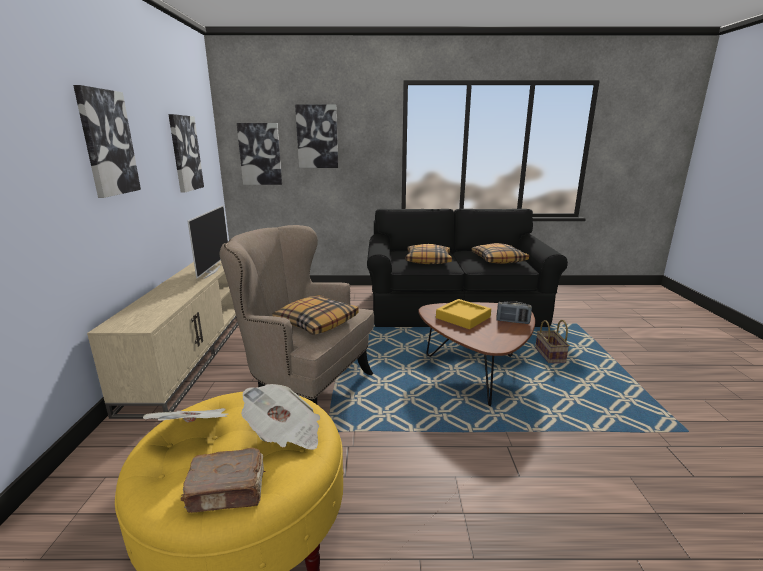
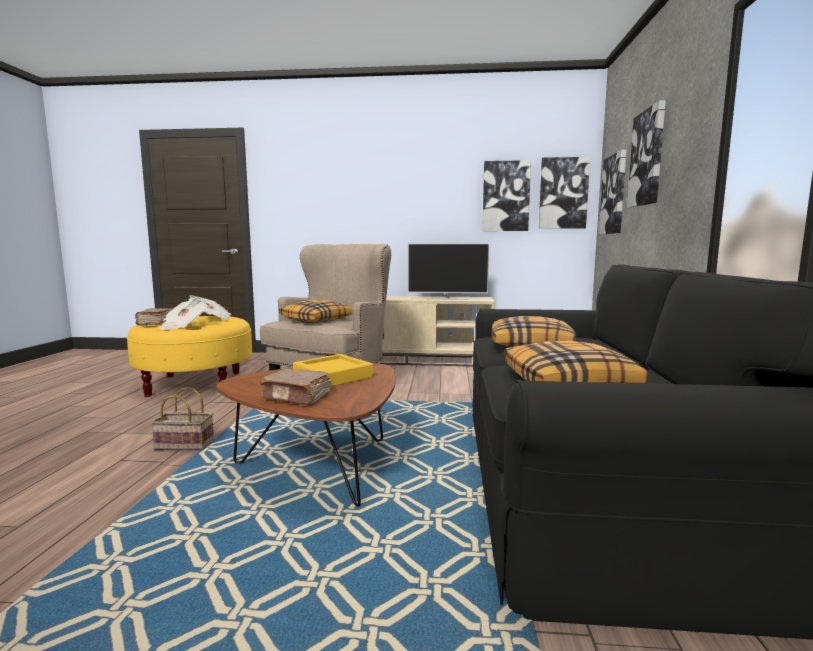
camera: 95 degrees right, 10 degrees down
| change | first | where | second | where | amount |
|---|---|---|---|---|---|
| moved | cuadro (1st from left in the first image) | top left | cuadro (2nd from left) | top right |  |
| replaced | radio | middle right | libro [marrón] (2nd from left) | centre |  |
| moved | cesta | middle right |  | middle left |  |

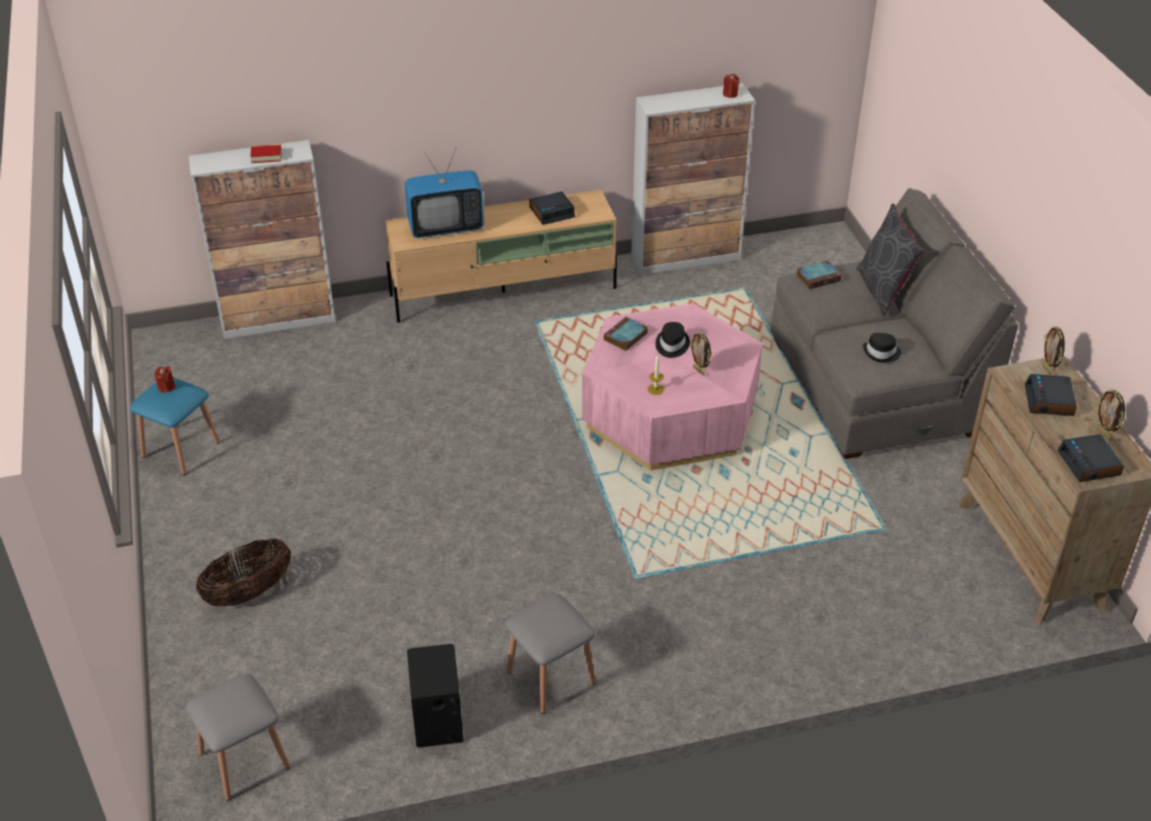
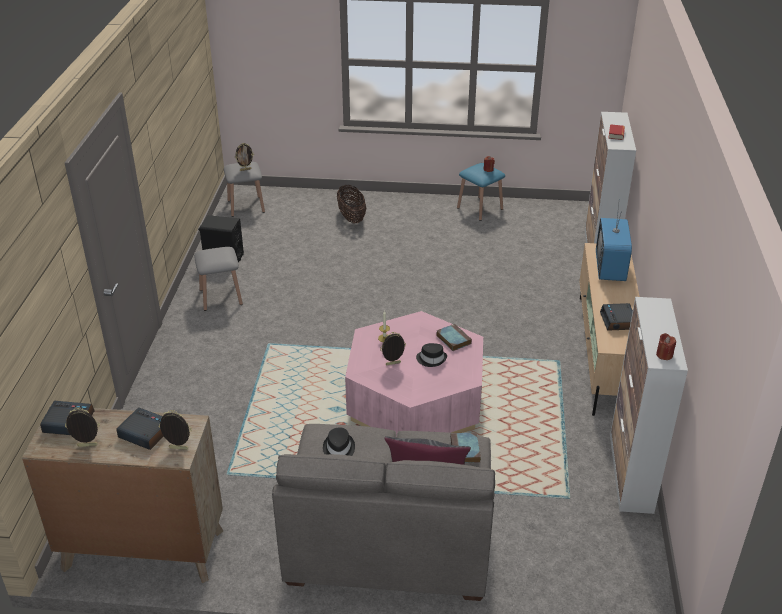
camera: 110 degrees right, 5 degrees down
| change | first | where | second | where | amount |
|---|---|---|---|---|---|
| added |  |  | portarretratos (3rd from left) | top left |  |

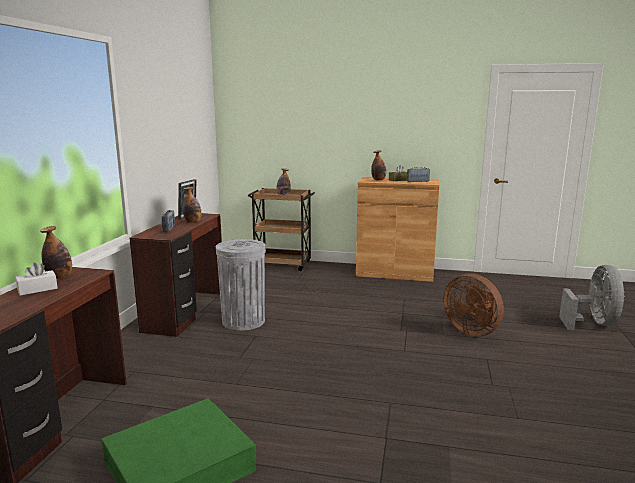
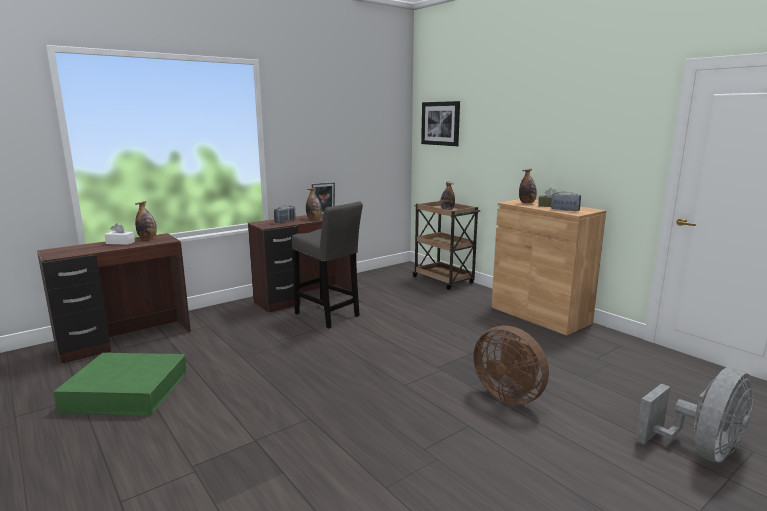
camera: 40 degrees right, 0 degrees up
| change | first | where | second | where | amount |
|---|---|---|---|---|---|
| replaced | papelera [gris] | centre | taburete [gris] | centre |  |
| turned | ventilador [marrón] | middle right |  | bottom centre | 45 degrees counterclockwise |
| added |  |  | cuadro | top centre |  |

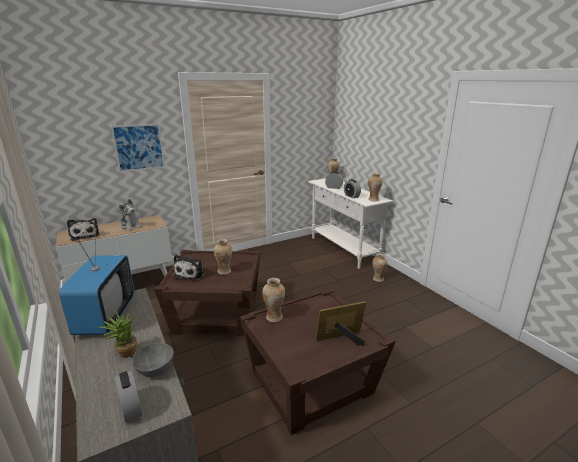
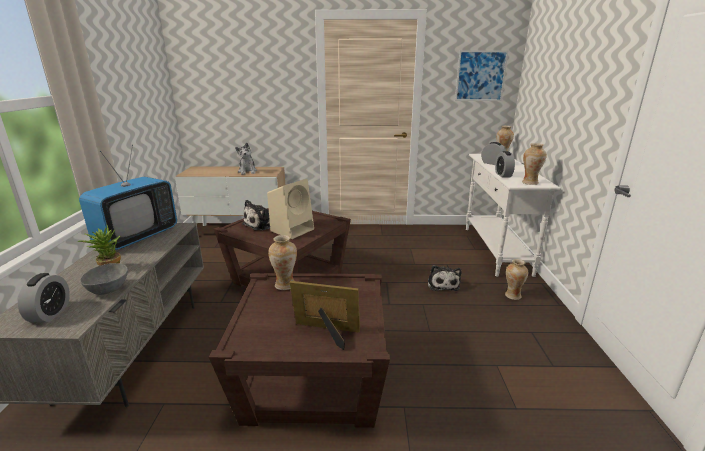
camera: 30 degrees right, 0 degrees up
| change | first | where | second | where | amount |
|---|---|---|---|---|---|
| moved | peluche (1st from left in the first image) | middle left | peluche (3rd from left) | centre |  |
| moved | cuadro | top left |  | top right |  |
| replaced | florero (1st from left) | centre | altavoz [beis] | centre |  |

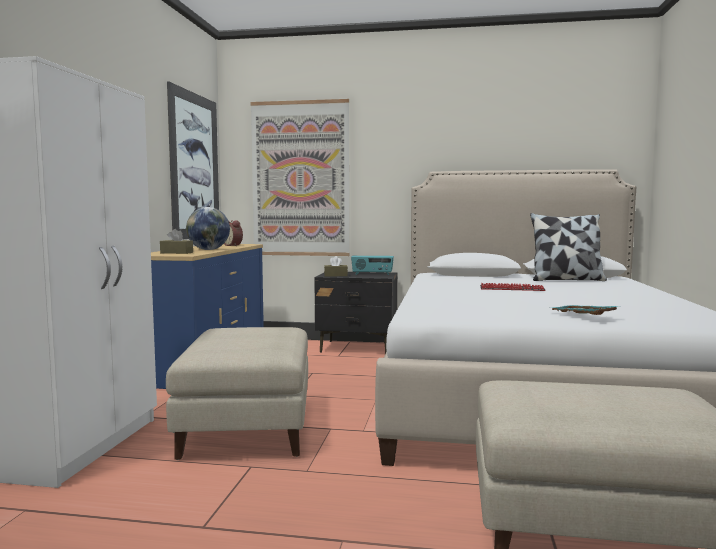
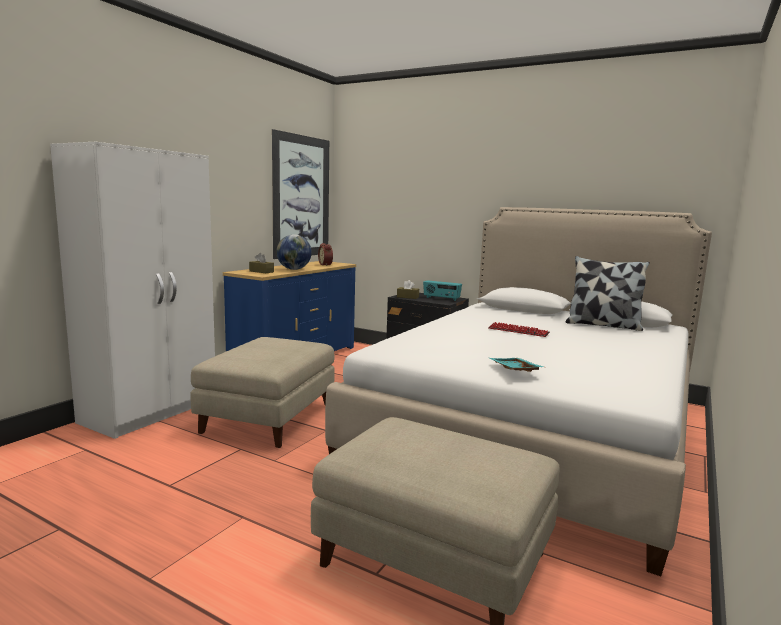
camera: 20 degrees right, 5 degrees up
| change | first | where | second | where | amount |
|---|---|---|---|---|---|
| removed | cuadro (2nd from left) | top centre |  |  |  |

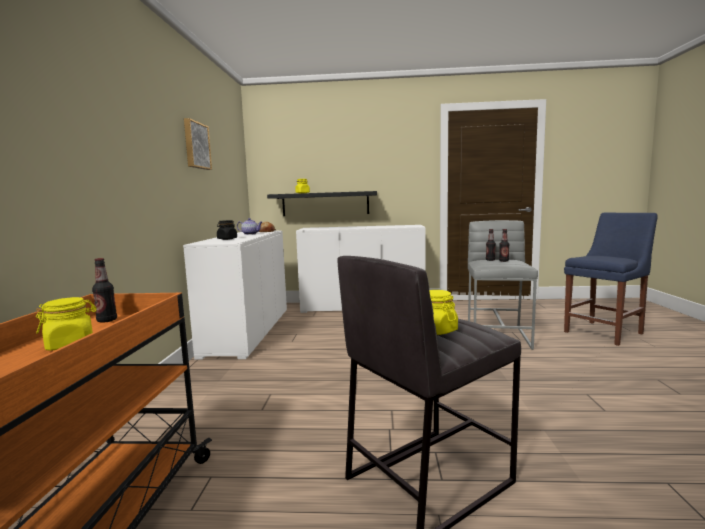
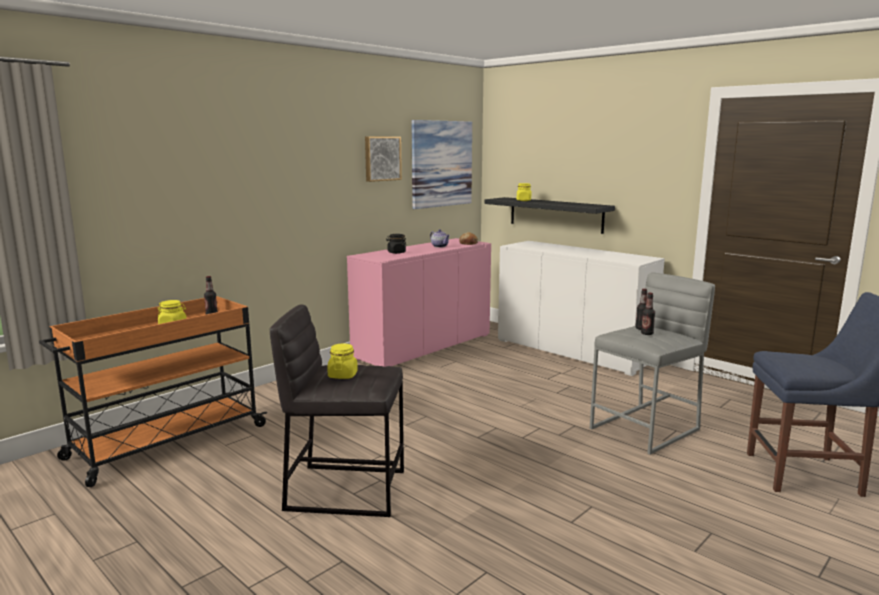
camera: 40 degrees right, 5 degrees up
| change | first | where | second | where | amount |
|---|---|---|---|---|---|
| recoloured | armario [blanco] (1st from left) | centre | armario [rosa] | centre |  |
| added |  |  | cuadro (2nd from left) | top centre |  |

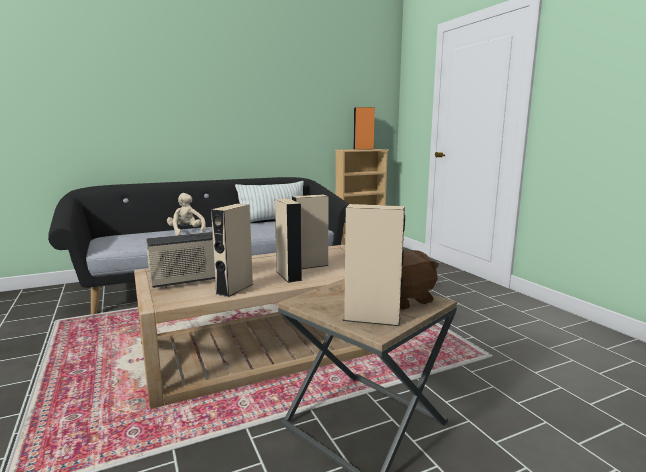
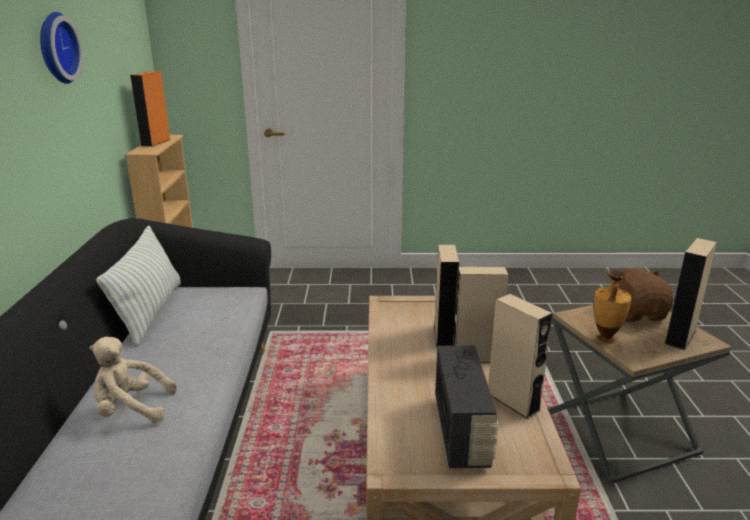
camera: 65 degrees left, 10 degrees up
| change | first | where | second | where | amount |
|---|---|---|---|---|---|
| added |  |  | reloj de pared | top left |  |
| added |  |  | florero | middle right |  |

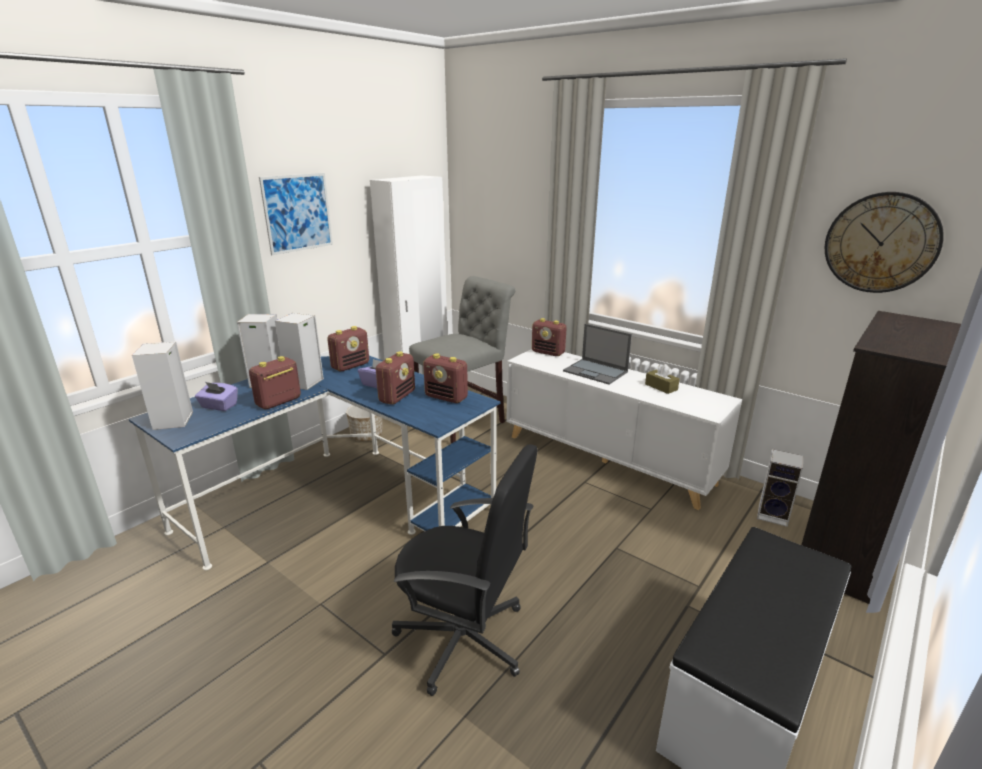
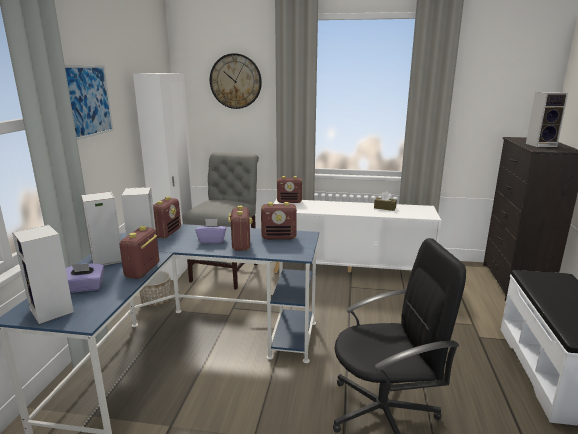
camera: 30 degrees left, 5 degrees down
| change | first | where | second | where | amount |
|---|---|---|---|---|---|
| removed | portátil | centre |  |  |  |
| moved | altavoz (4th from left) | middle right |  | top right |  |
| moved | reloj de pared | top right |  | top centre |  |

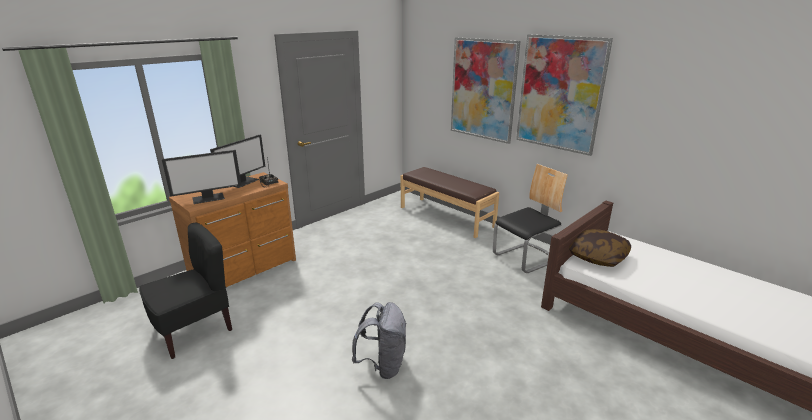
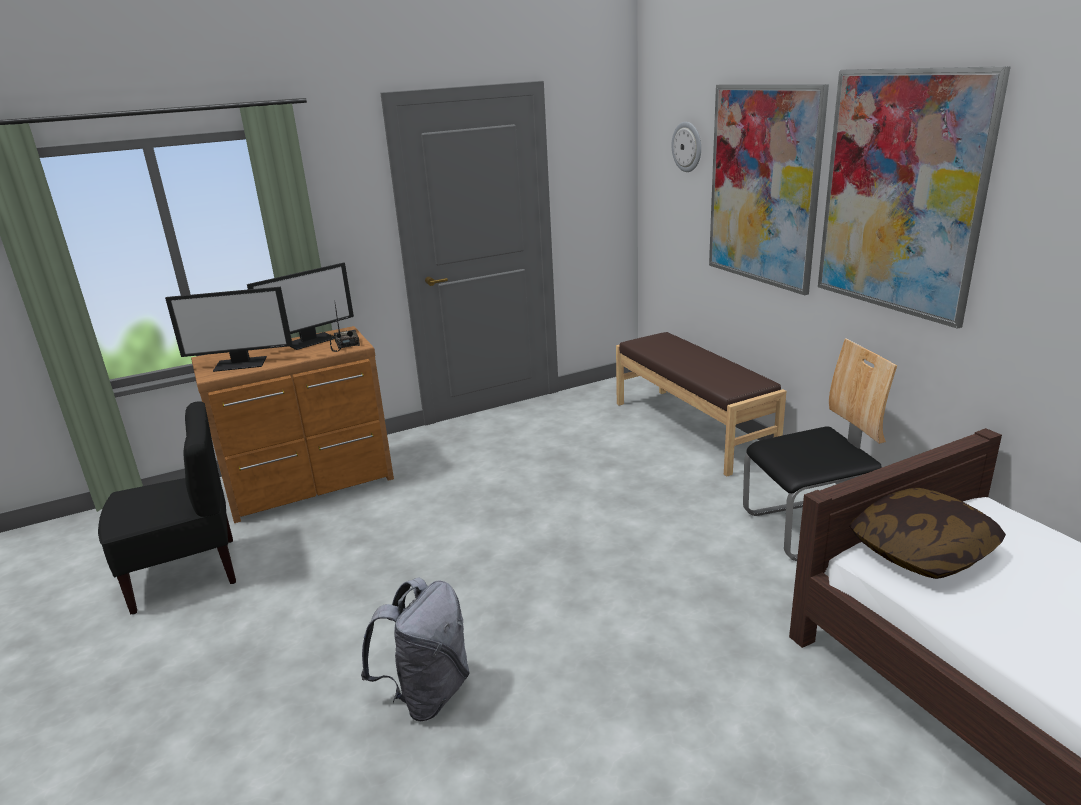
camera: 20 degrees right, 0 degrees up
| change | first | where | second | where | amount |
|---|---|---|---|---|---|
| added |  |  | reloj de pared | top centre |  |

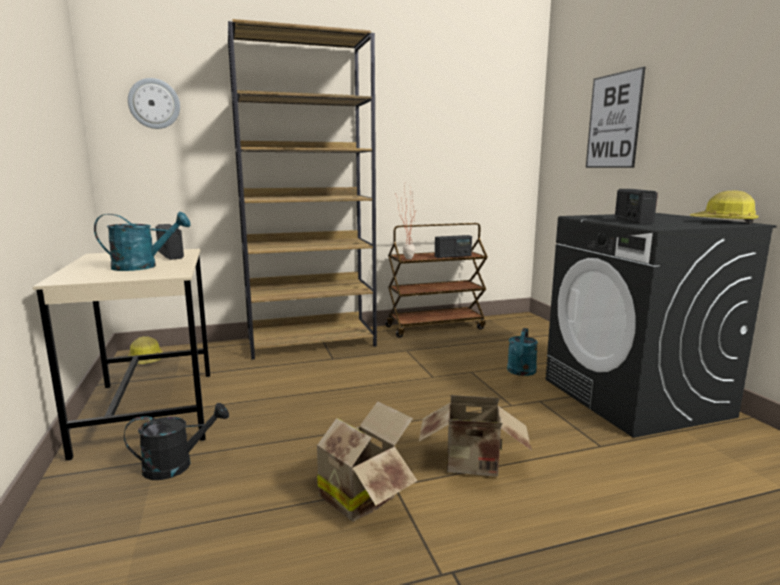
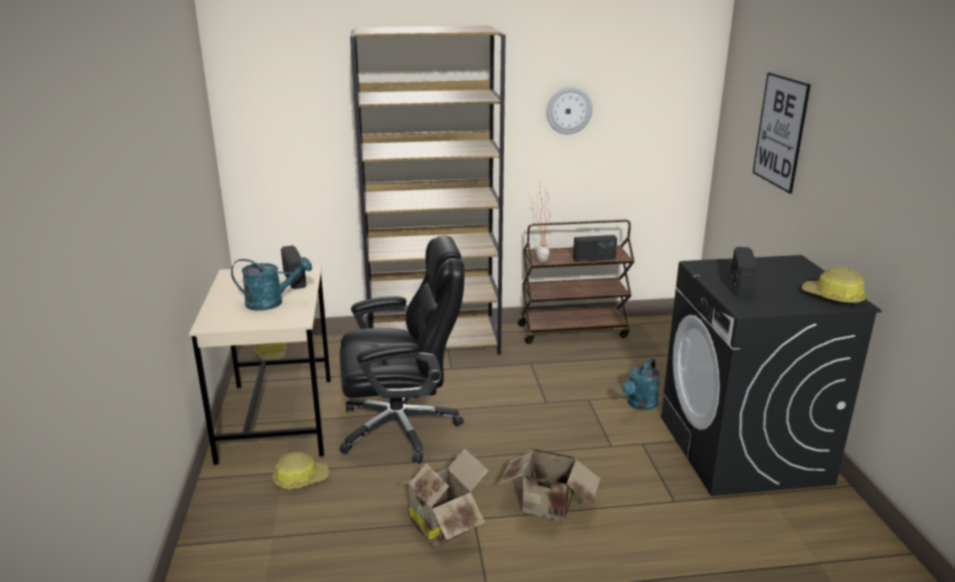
camera: 10 degrees right, 10 degrees up
| change | first | where | second | where | amount |
|---|---|---|---|---|---|
| replaced | regadera [negro] | bottom left | casco (2nd from left) | bottom left |  |
| moved | reloj de pared | top left |  | top centre |  |
| added |  |  | silla de oficina [negro] | centre |  |

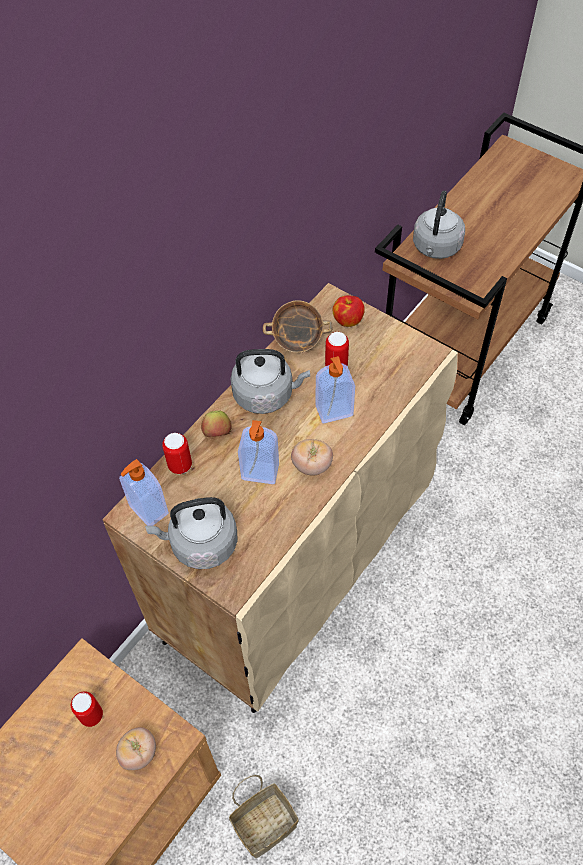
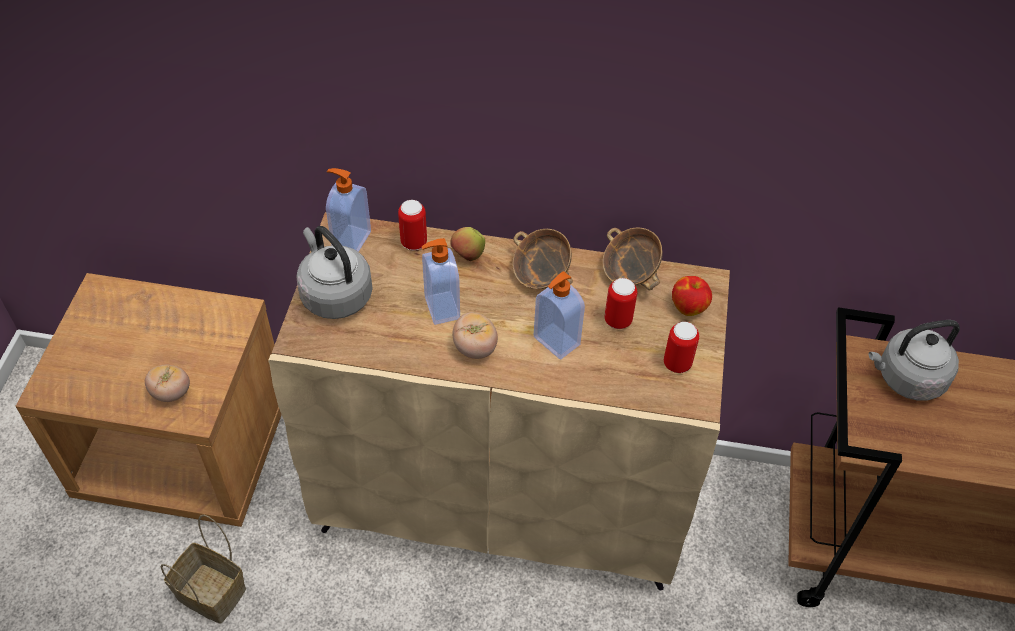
camera: 60 degrees right, 5 degrees down
| change | first | where | second | where | amount |
|---|---|---|---|---|---|
| moved | lata (1st from left in the first image) | bottom left | lata (3rd from left) | middle right |  |
| replaced | hervidor [gris] (2nd from left) | centre | cuenco (1st from left) | centre |  |

